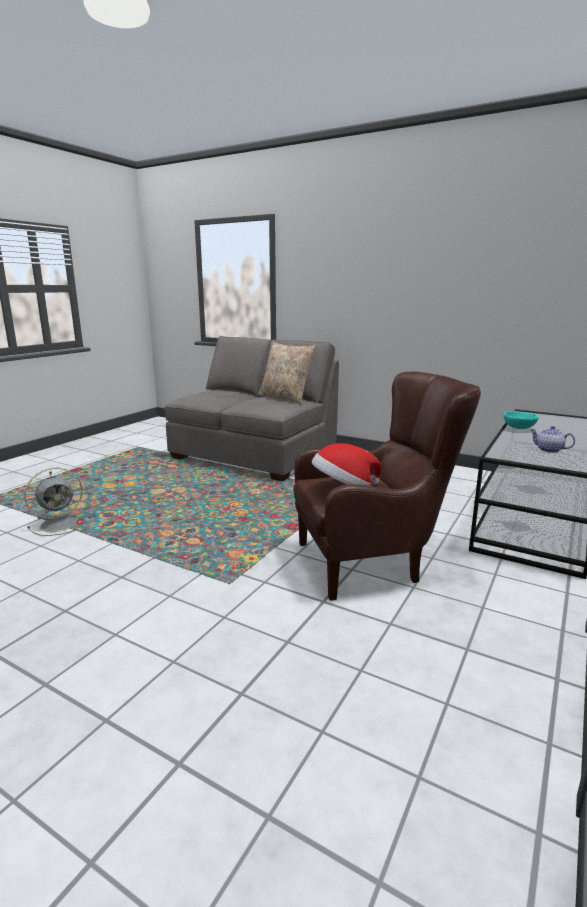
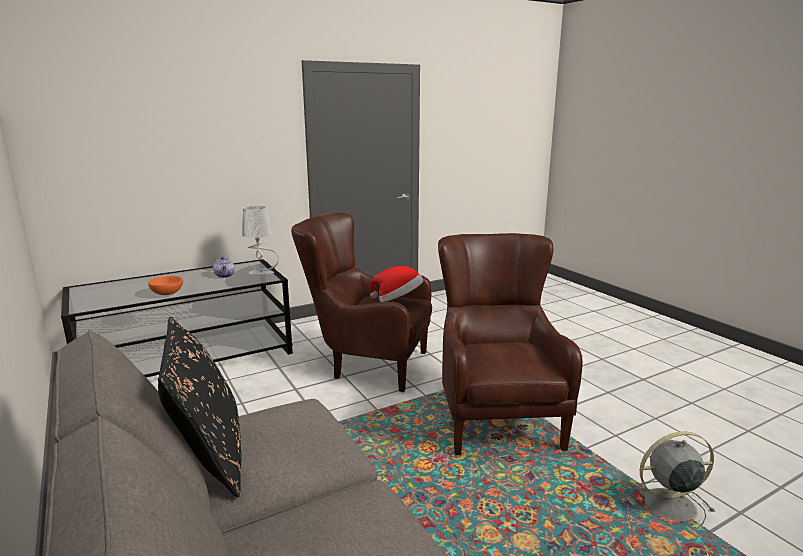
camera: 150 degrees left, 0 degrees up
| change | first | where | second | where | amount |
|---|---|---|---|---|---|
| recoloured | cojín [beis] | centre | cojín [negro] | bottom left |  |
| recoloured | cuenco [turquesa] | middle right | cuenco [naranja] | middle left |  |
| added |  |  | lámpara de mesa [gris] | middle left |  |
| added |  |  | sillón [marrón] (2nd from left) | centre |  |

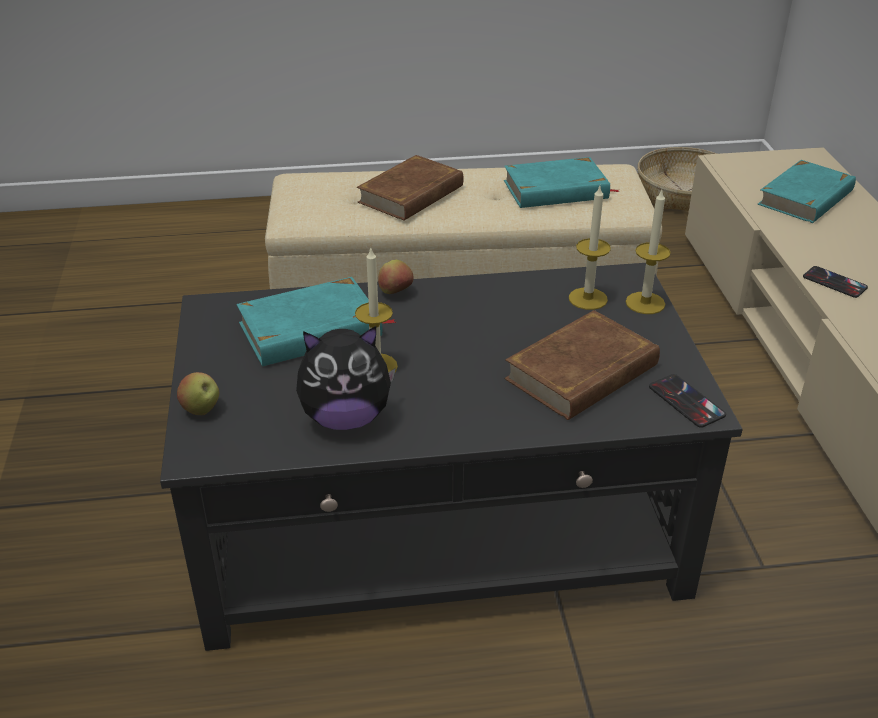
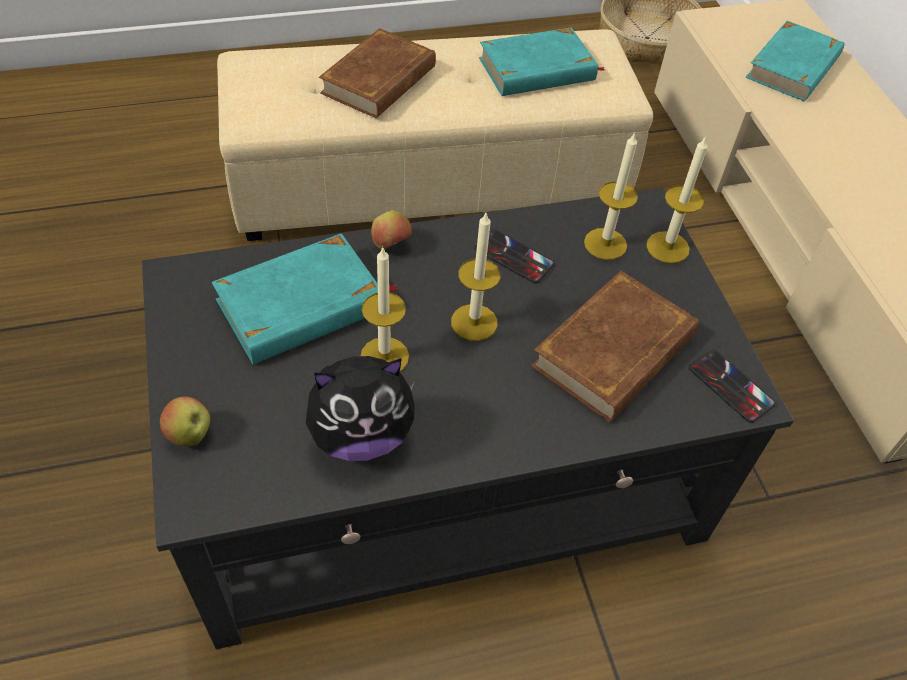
camera: 10 degrees left, 15 degrees up
| change | first | where | second | where | amount |
|---|---|---|---|---|---|
| moved | móvil (2nd from left in the first image) | middle right | móvil (1st from left) | centre |  |
| added |  |  | vela (2nd from left) | centre |  |

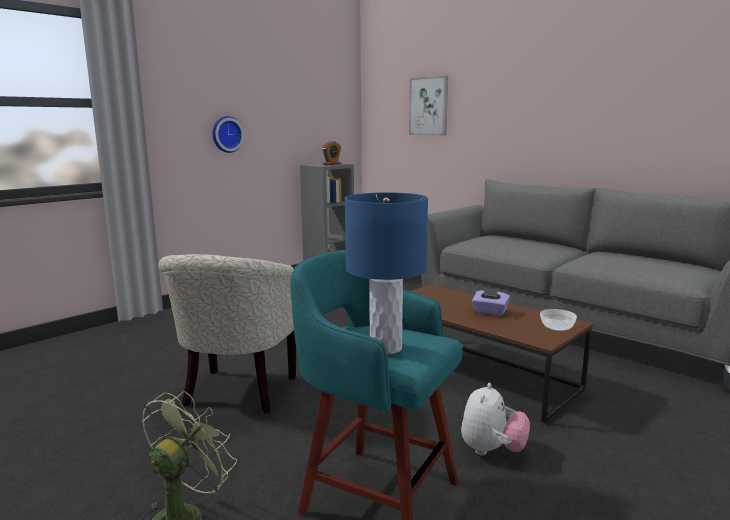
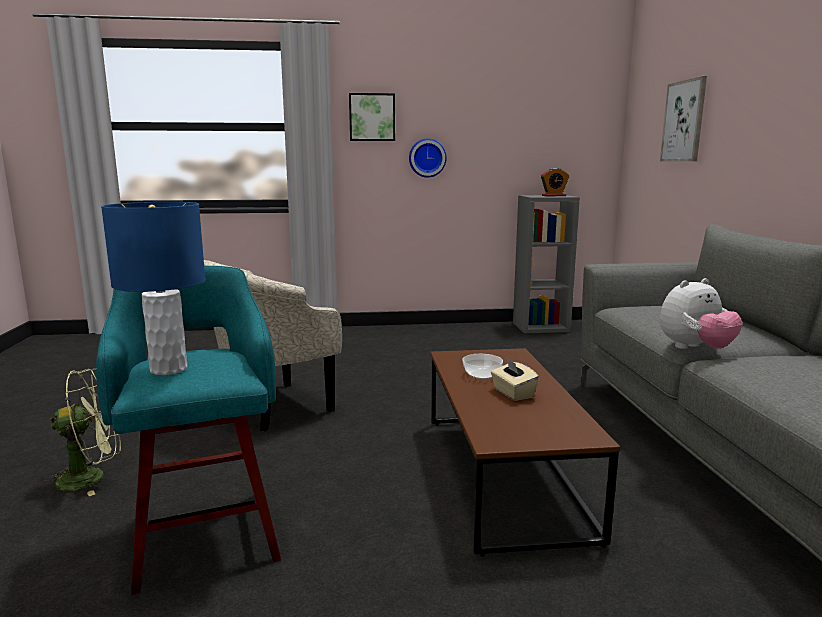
camera: 40 degrees right, 0 degrees up
| change | first | where | second | where | amount |
|---|---|---|---|---|---|
| moved | peluche | bottom right |  | middle right |  |
| recoloured | caja de pañuelos [morado] | middle right | caja de pañuelos [beis] | centre |  |
| moved | cuenco | middle right |  | centre |  |
| added |  |  | cuadro (1st from left) | top centre |  |

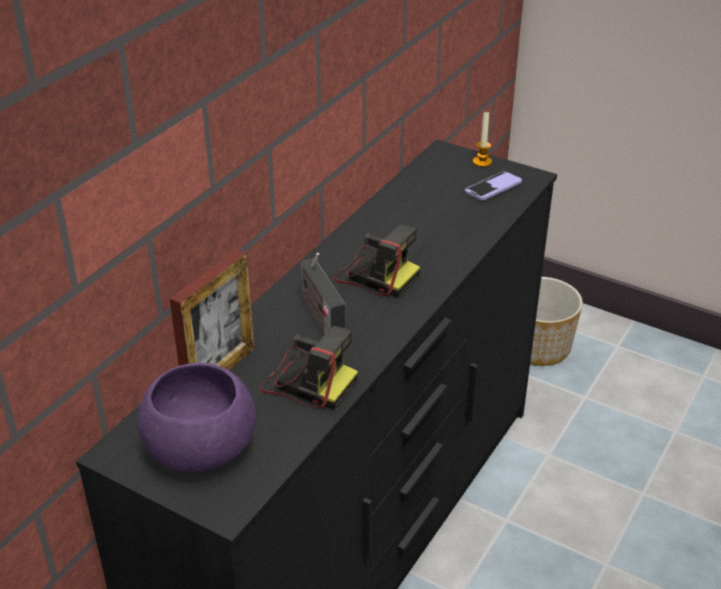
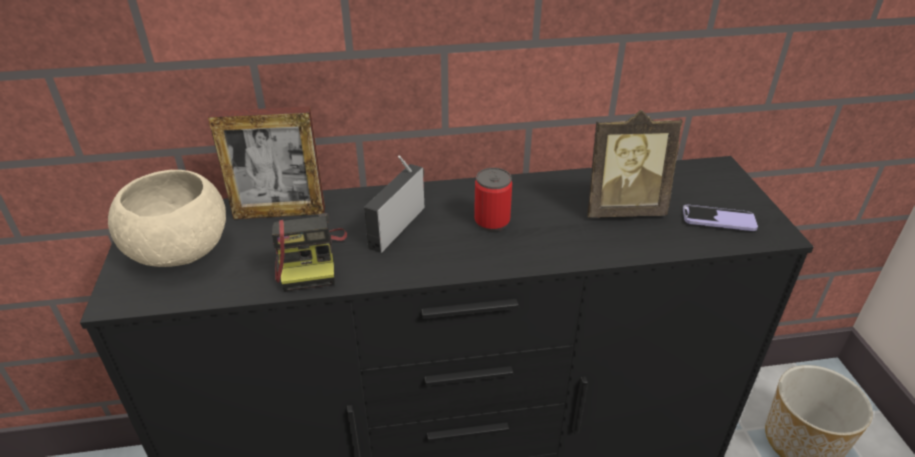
camera: 50 degrees right, 0 degrees up
| change | first | where | second | where | amount |
|---|---|---|---|---|---|
| recoloured | cuenco [morado] | bottom left | cuenco [beis] | middle left |  |
| replaced | cámara (2nd from left) | centre | lata | centre |  |
| removed | vela | top right |  |  |  |
| added |  |  | portarretratos (2nd from left) | middle right |  |

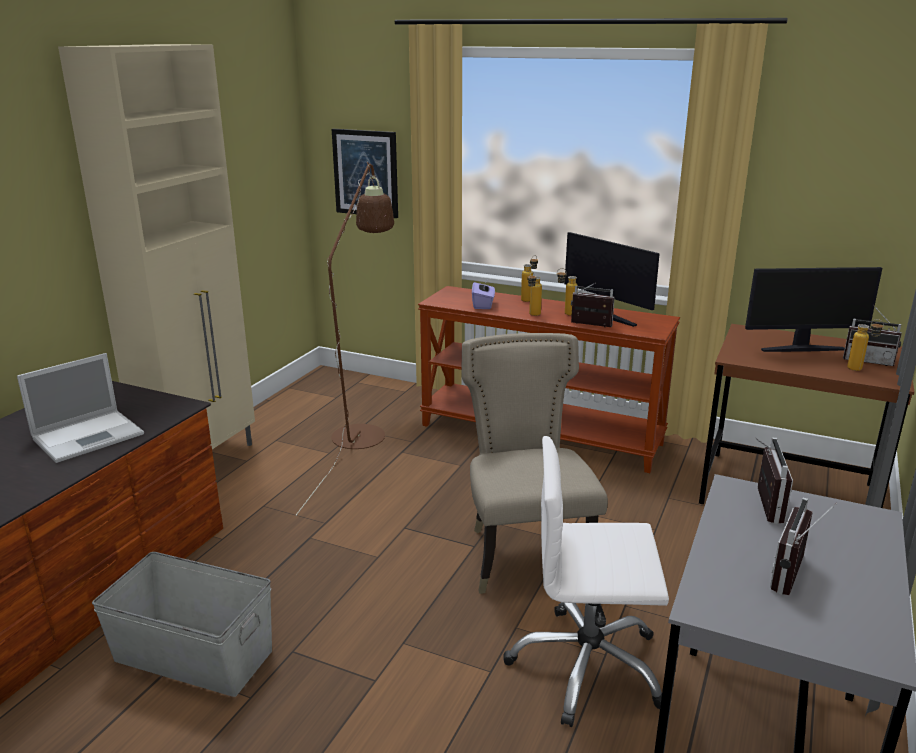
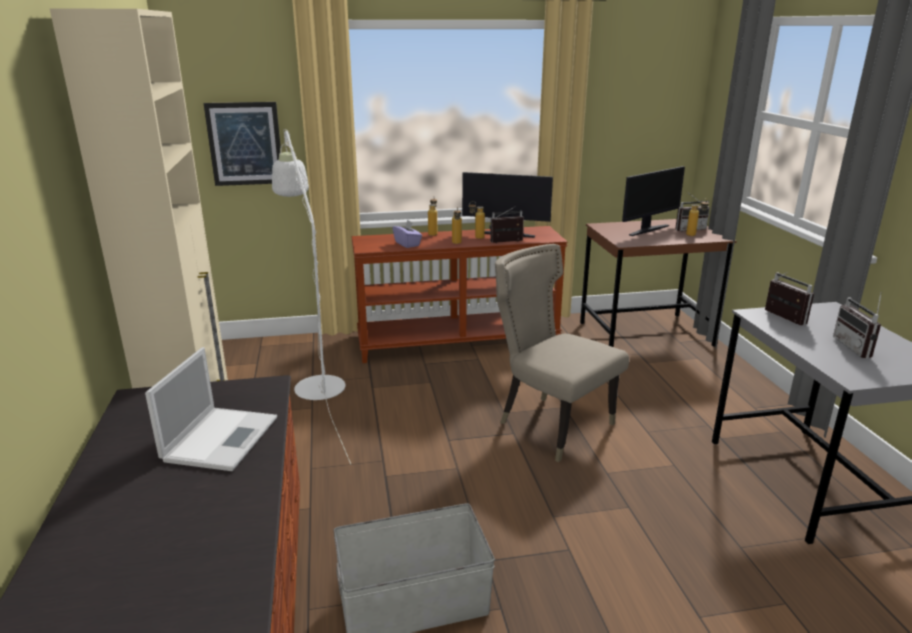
camera: 35 degrees left, 0 degrees up
| change | first | where | second | where | amount |
|---|---|---|---|---|---|
| recoloured | lámpara de pie [marrón] | centre | lámpara de pie [blanco] | centre |  |
| removed | silla de oficina [blanco] | bottom centre |  |  |  |

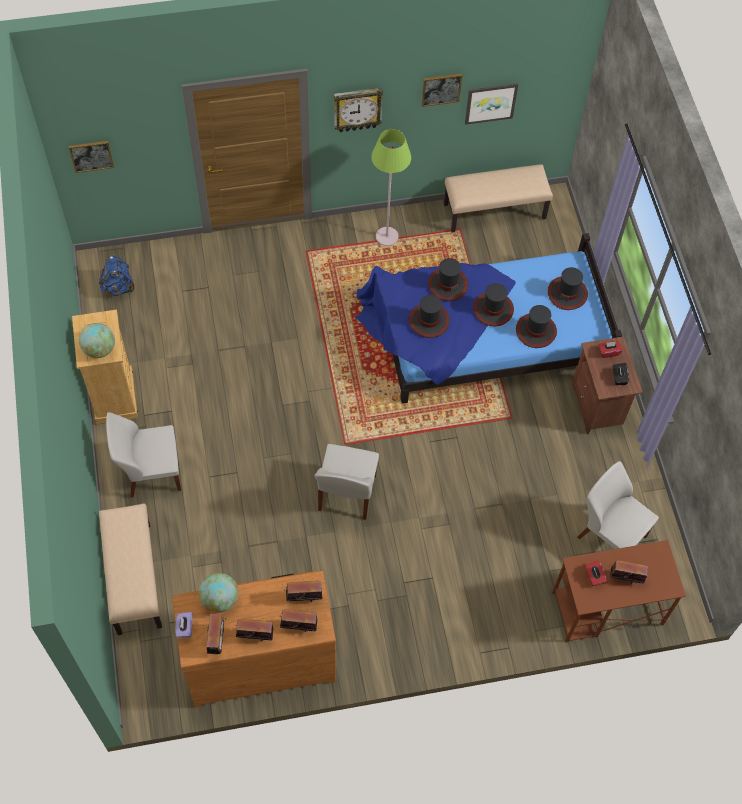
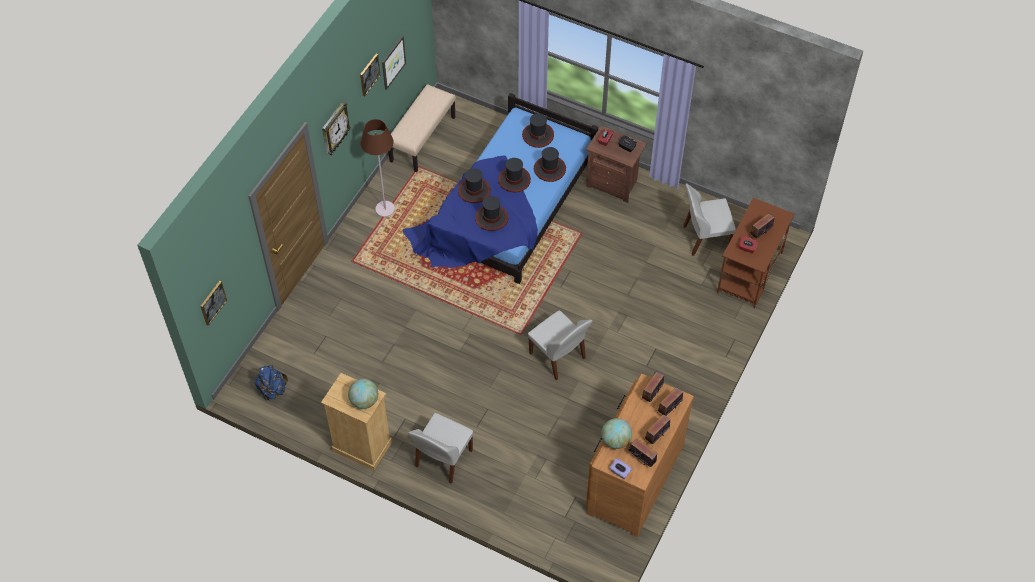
camera: 50 degrees left, 5 degrees down
| change | first | where | second | where | amount |
|---|---|---|---|---|---|
| removed | banco [beis] (1st from left) | bottom left |  |  |  |
| recoloured | lámpara de pie [verde] | top centre | lámpara de pie [marrón] | top centre |  |

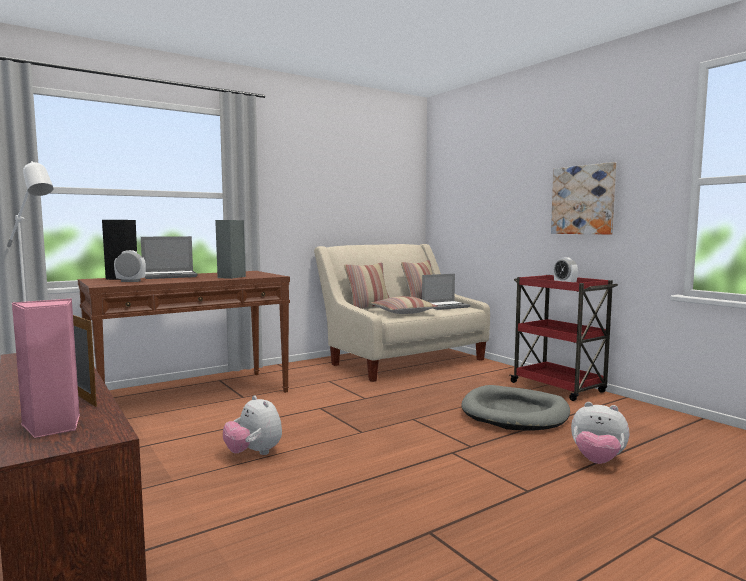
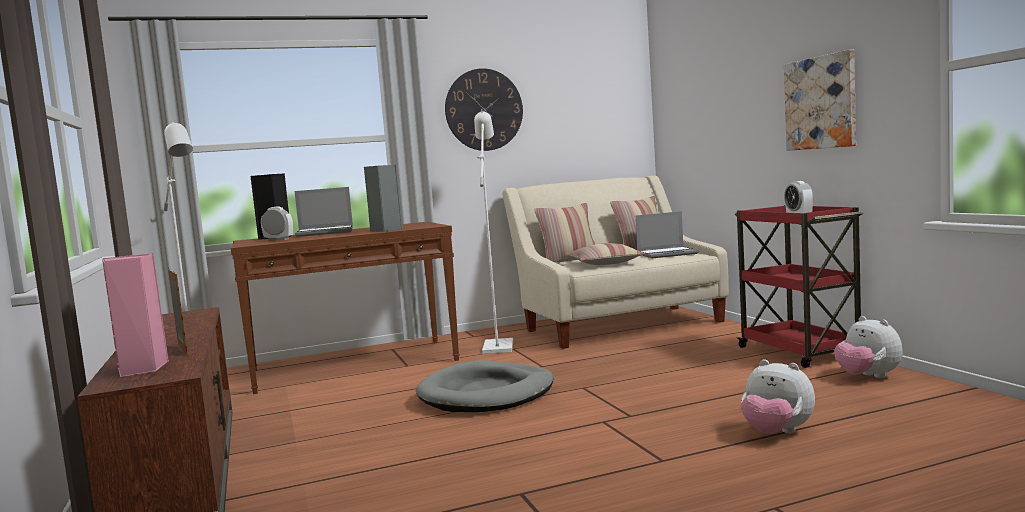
camera: 15 degrees right, 0 degrees up
| change | first | where | second | where | amount |
|---|---|---|---|---|---|
| moved | peluche (1st from left in the first image) | bottom centre | peluche (2nd from left) | bottom right |  |
| moved | cama para perro [gris] | bottom right |  | bottom centre |  |
| added |  |  | reloj de pared | top centre |  |
| added |  |  | lámpara de pie [blanco] (2nd from left) | centre |  |

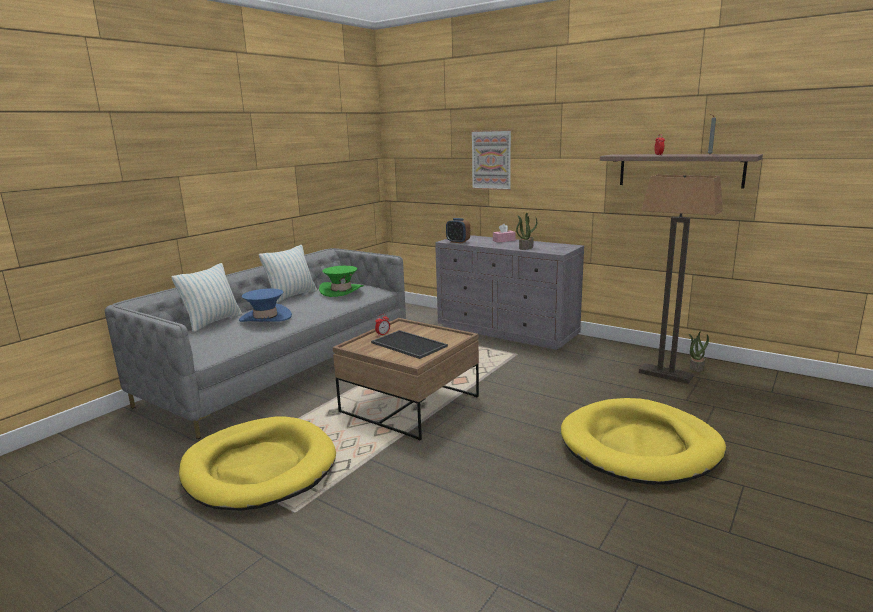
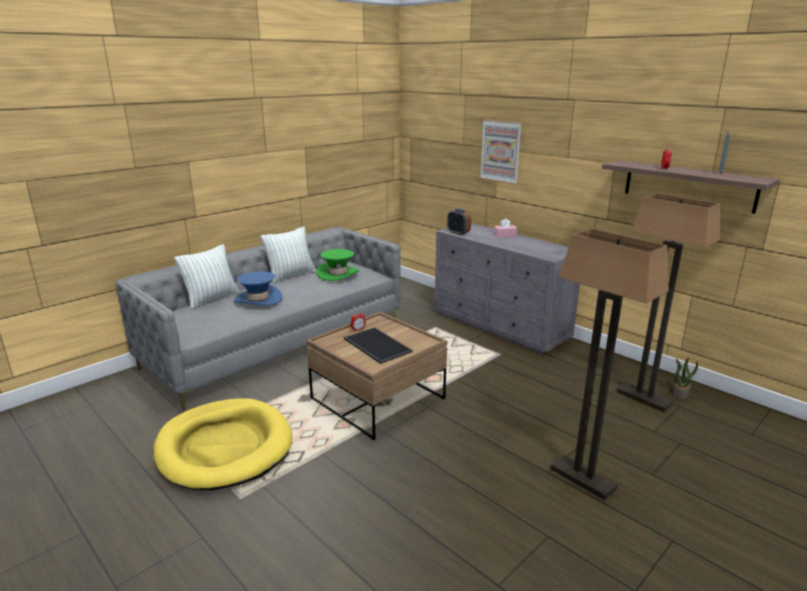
camera: 10 degrees right, 5 degrees up
| change | first | where | second | where | amount |
|---|---|---|---|---|---|
| removed | planta en maceta (1st from left) | centre |  |  |  |
| replaced | cama para perro [amarillo] (2nd from left) | bottom right | lámpara de pie (1st from left) | middle right |  |

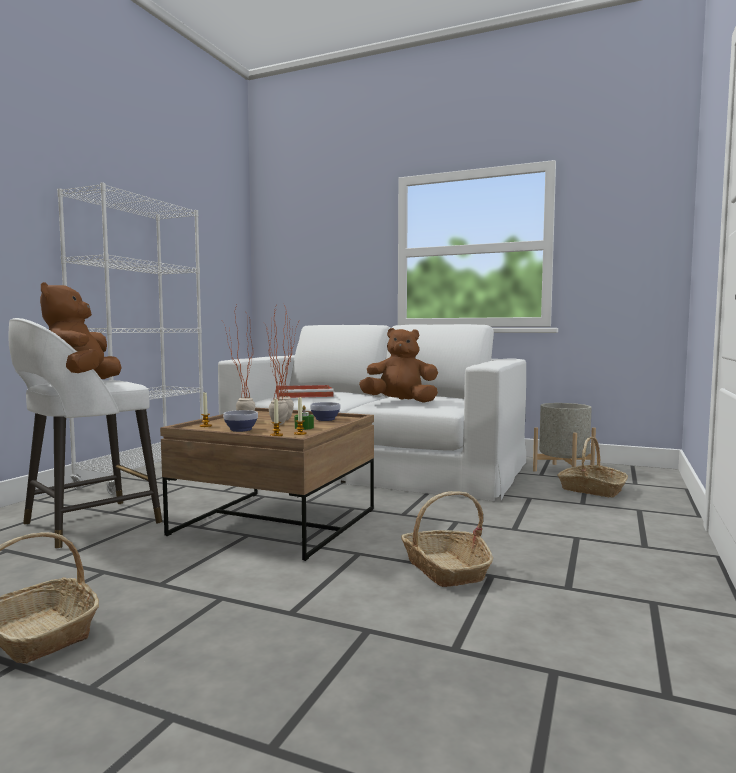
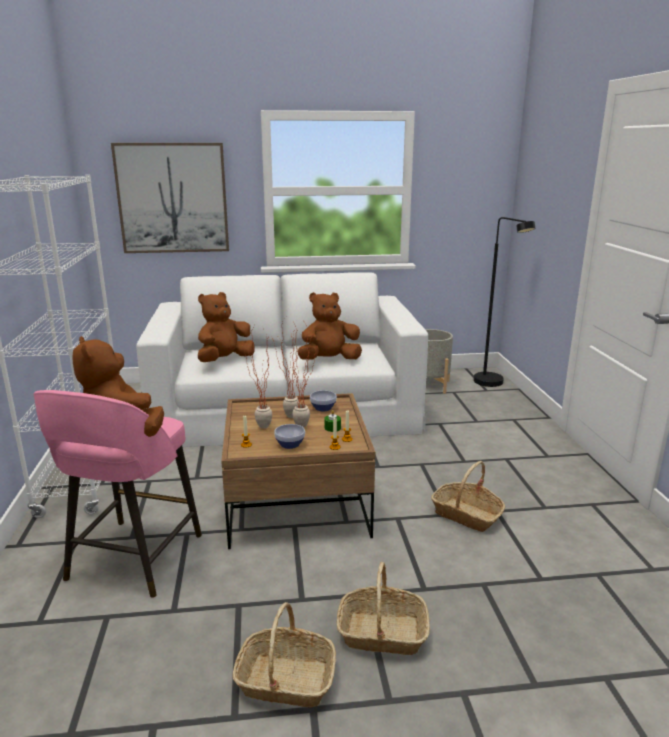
camera: 30 degrees left, 15 degrees up
| change | first | where | second | where | amount |
|---|---|---|---|---|---|
| recoloured | taburete [blanco] | middle left | taburete [rosa] | bottom left |  |
| replaced | bandeja [rojo] | centre | peluche [marrón] (2nd from left) | centre |  |
| moved | cesta (3rd from left in the first image) | middle right | cesta (2nd from left) | bottom centre |  |
| added |  |  | cuadro | top left |  |
| added |  |  | lámpara de pie [negro] | middle right |  |

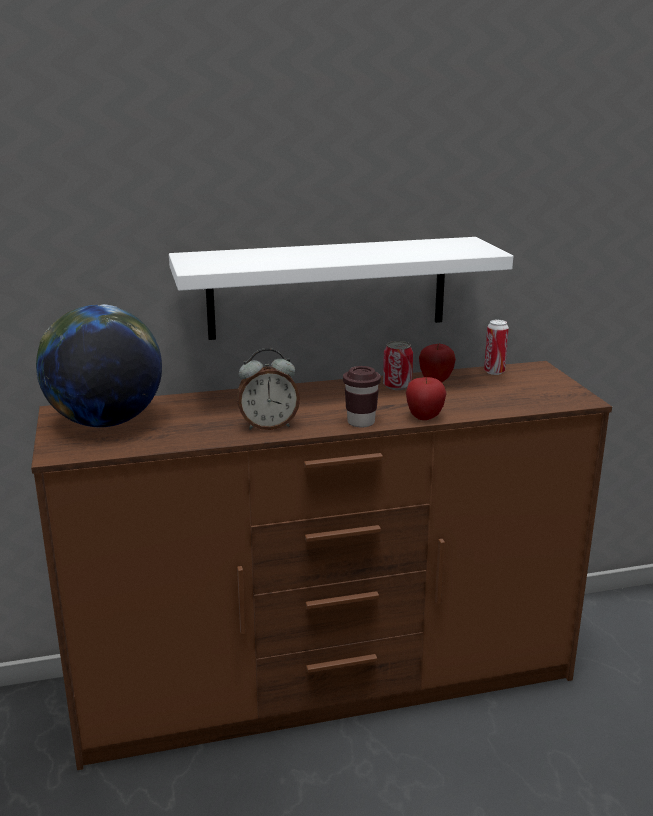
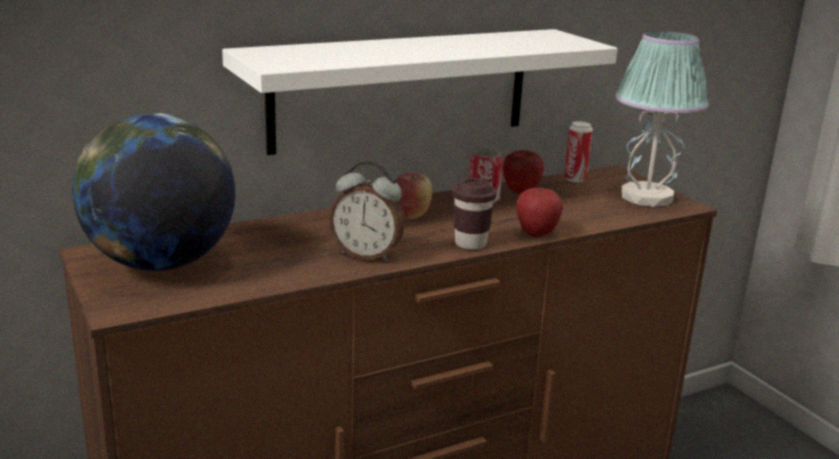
camera: 15 degrees left, 0 degrees up
| change | first | where | second | where | amount |
|---|---|---|---|---|---|
| turned | despertador | centre |  | centre | 45 degrees clockwise |
| added |  |  | manzana (1st from left) | centre |  |
| added |  |  | lámpara de mesa | top right |  |

